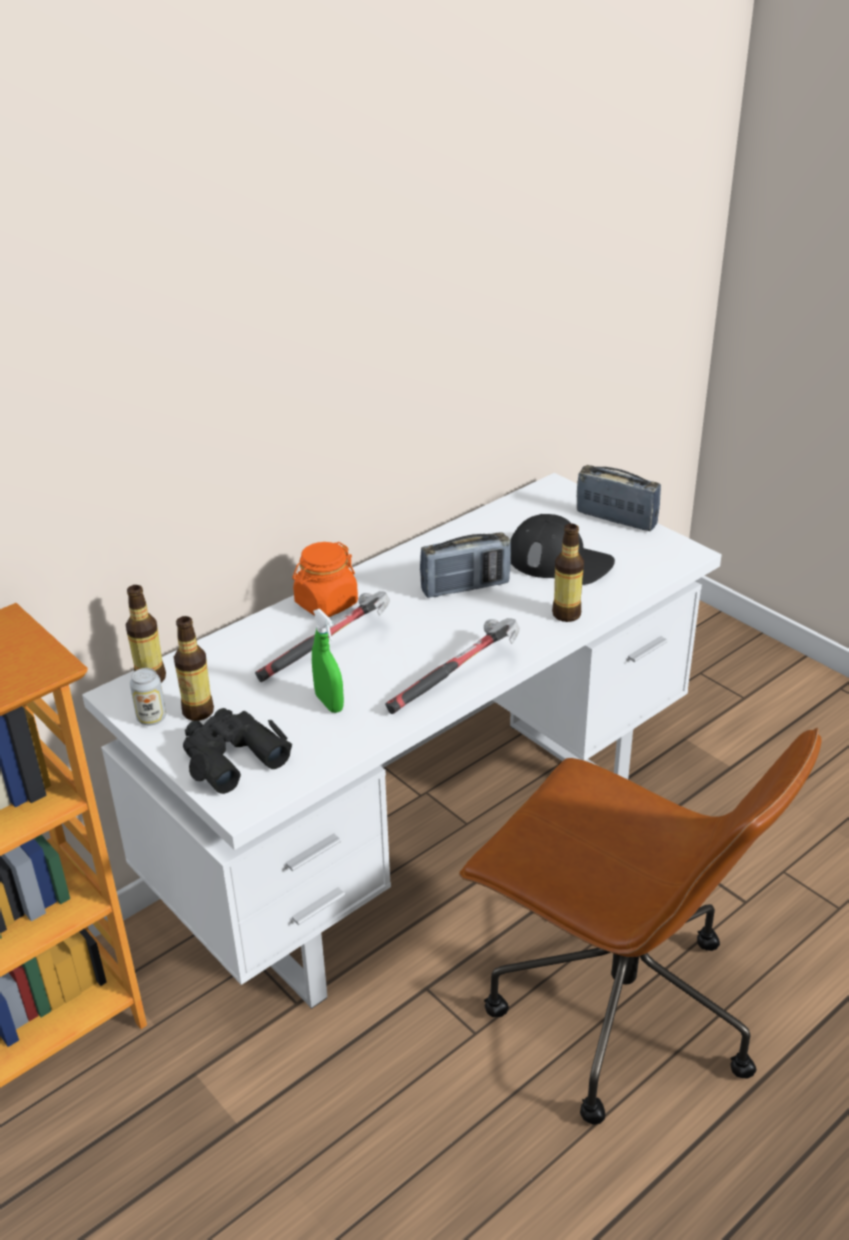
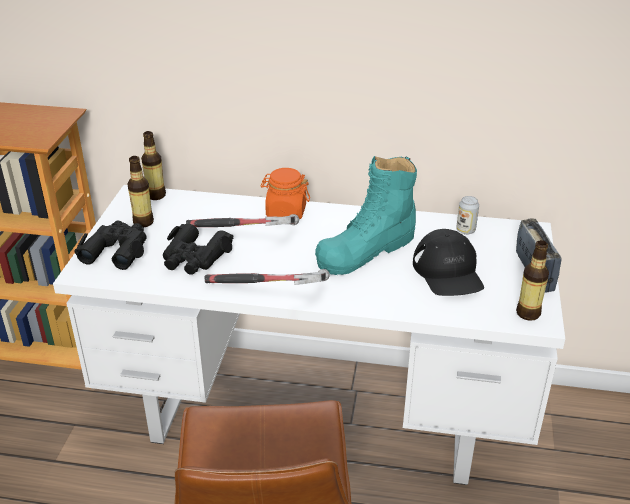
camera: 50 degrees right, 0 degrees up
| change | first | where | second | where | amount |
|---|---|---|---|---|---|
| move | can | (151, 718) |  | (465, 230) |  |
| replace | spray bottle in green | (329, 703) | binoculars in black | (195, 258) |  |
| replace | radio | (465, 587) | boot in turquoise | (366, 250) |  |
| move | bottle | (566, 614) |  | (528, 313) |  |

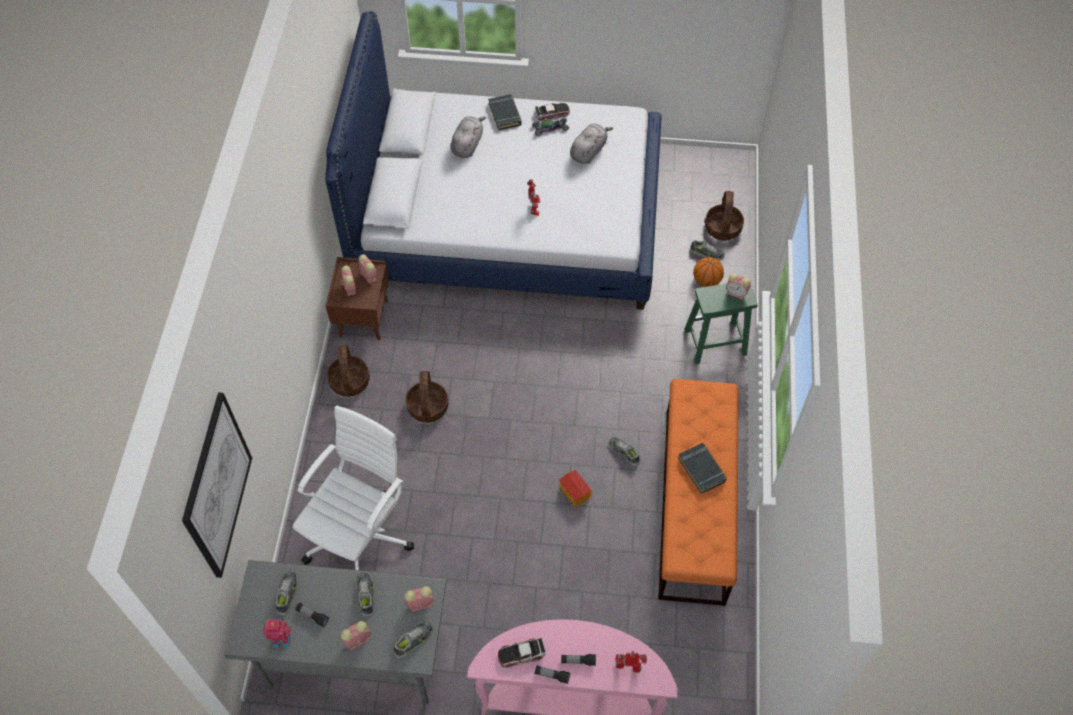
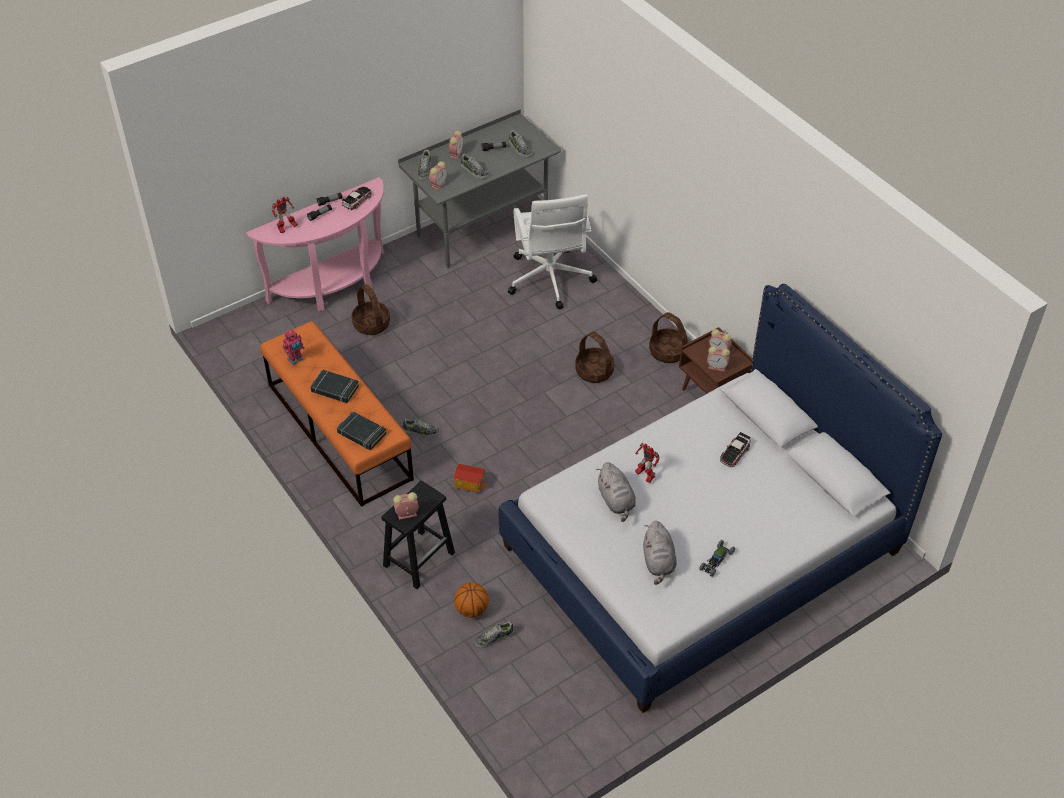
camera: 140 degrees right, 10 degrees down
| change | first | where | second | where | amount |
|---|---|---|---|---|---|
| delete | picture | (217, 486) |  |  |  |
| move | toy robot | (282, 639) |  | (295, 360) |  |
| move | plush toy in grey | (467, 144) |  | (616, 501) |  |
| move | book in black | (505, 114) |  | (361, 433) |  |
| move | toy car | (552, 113) |  | (735, 453) |  |
| move | toy house | (574, 493) |  | (469, 484) |  |
| recolor | stool in green | (714, 343) | stool in black | (419, 558) |  |
| move | basket | (723, 228) |  | (371, 324) |  |

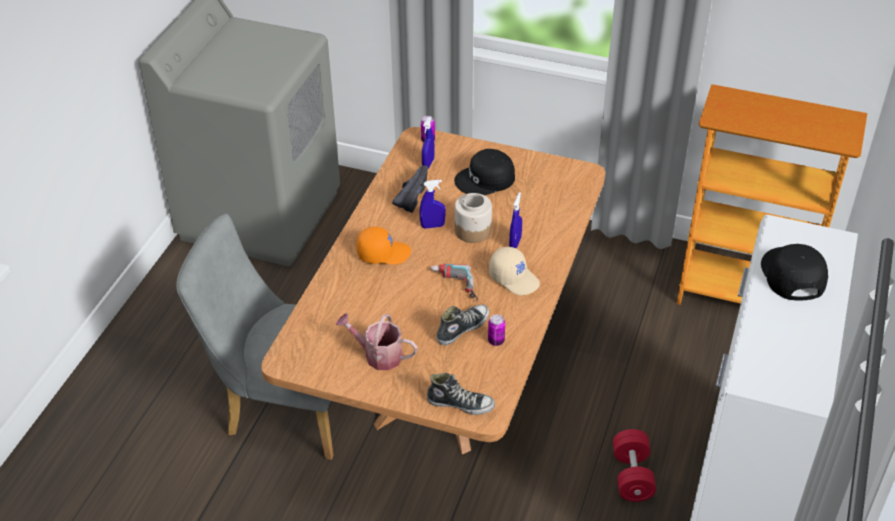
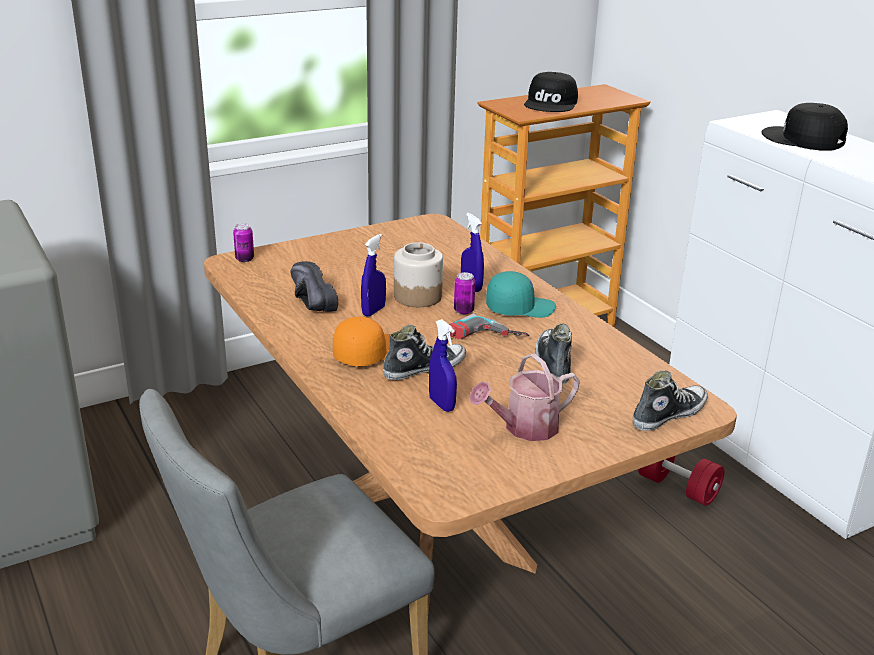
camera: 50 degrees left, 15 degrees down
| change | first | where | second | where | amount |
|---|---|---|---|---|---|
| move | spray bottle in blue | (428, 163) |  | (442, 404) |  |
| move | cap in black | (485, 179) |  | (551, 103) |  |
| move | can | (496, 341) |  | (463, 311) |  |
| recolor | cap in beige | (514, 278) | cap in turquoise | (519, 308) |  |
| insert |  |  | shoe | (424, 368) |  |

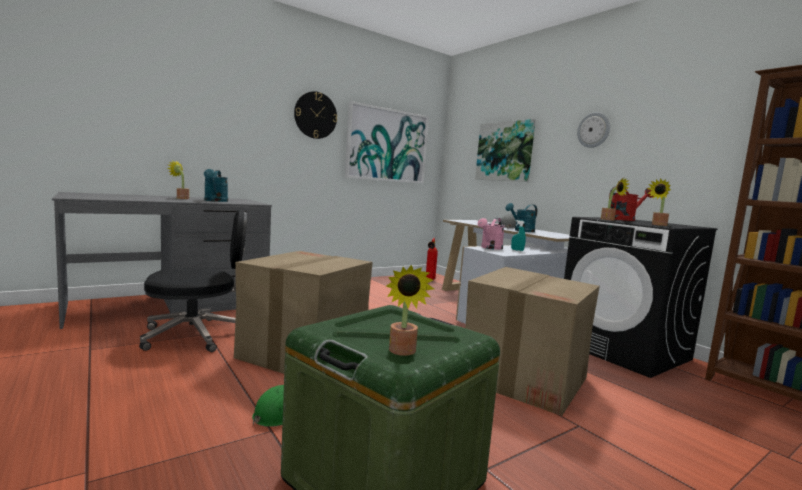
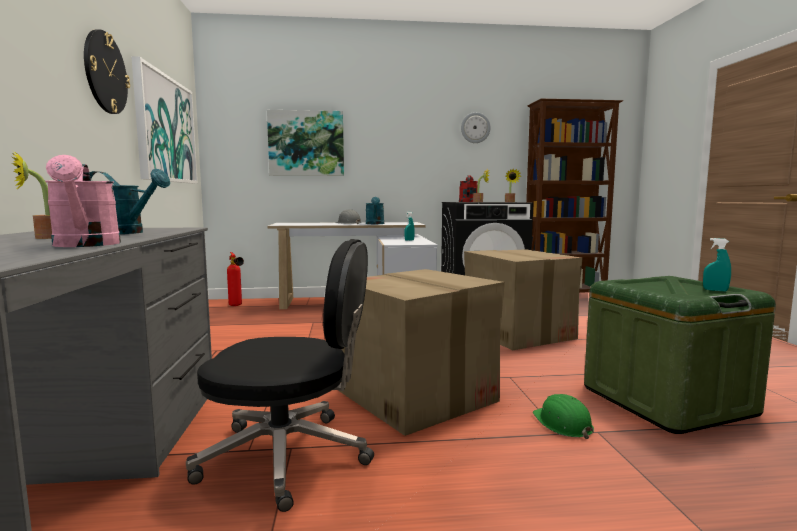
camera: 60 degrees left, 0 degrees up
| change | first | where | second | where | amount |
|---|---|---|---|---|---|
| rotate | office chair in black | (197, 335) |  | (289, 457) | 90 degrees clockwise |
| replace | potted plant | (402, 352) | spray bottle in turquoise | (715, 290) |  |
| move | watering can in pink | (490, 248) |  | (86, 245) |  |
| move | wall clock | (594, 130) |  | (475, 127) |  |

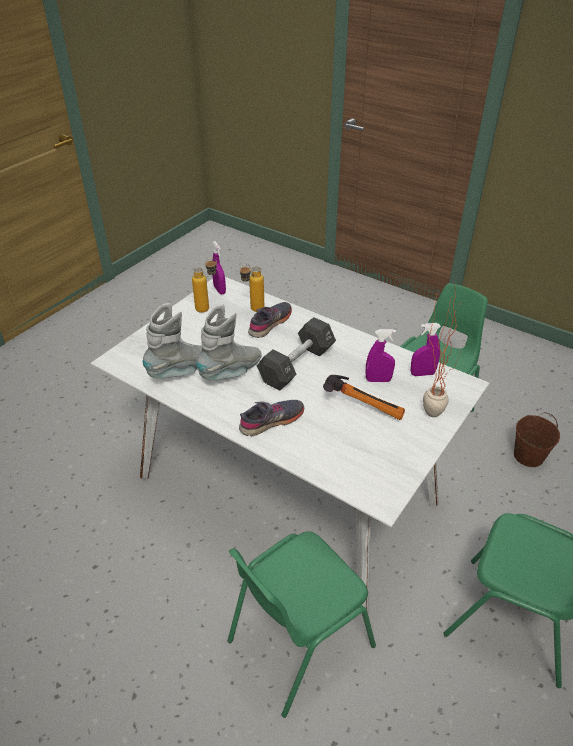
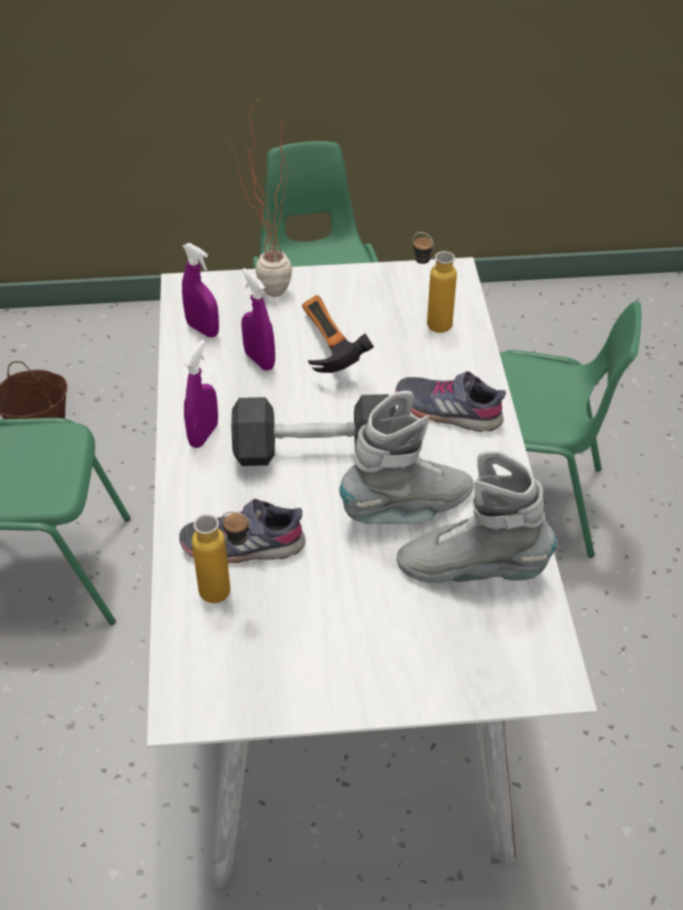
camera: 130 degrees left, 5 degrees up
| change | first | where | second | where | amount |
|---|---|---|---|---|---|
| move | bottle | (208, 308) |  | (429, 322) |  |
| rotate | boot in grey | (232, 372) |  | (408, 510) | 150 degrees clockwise |
| move | spray bottle in purple | (219, 290) |  | (203, 435) |  |

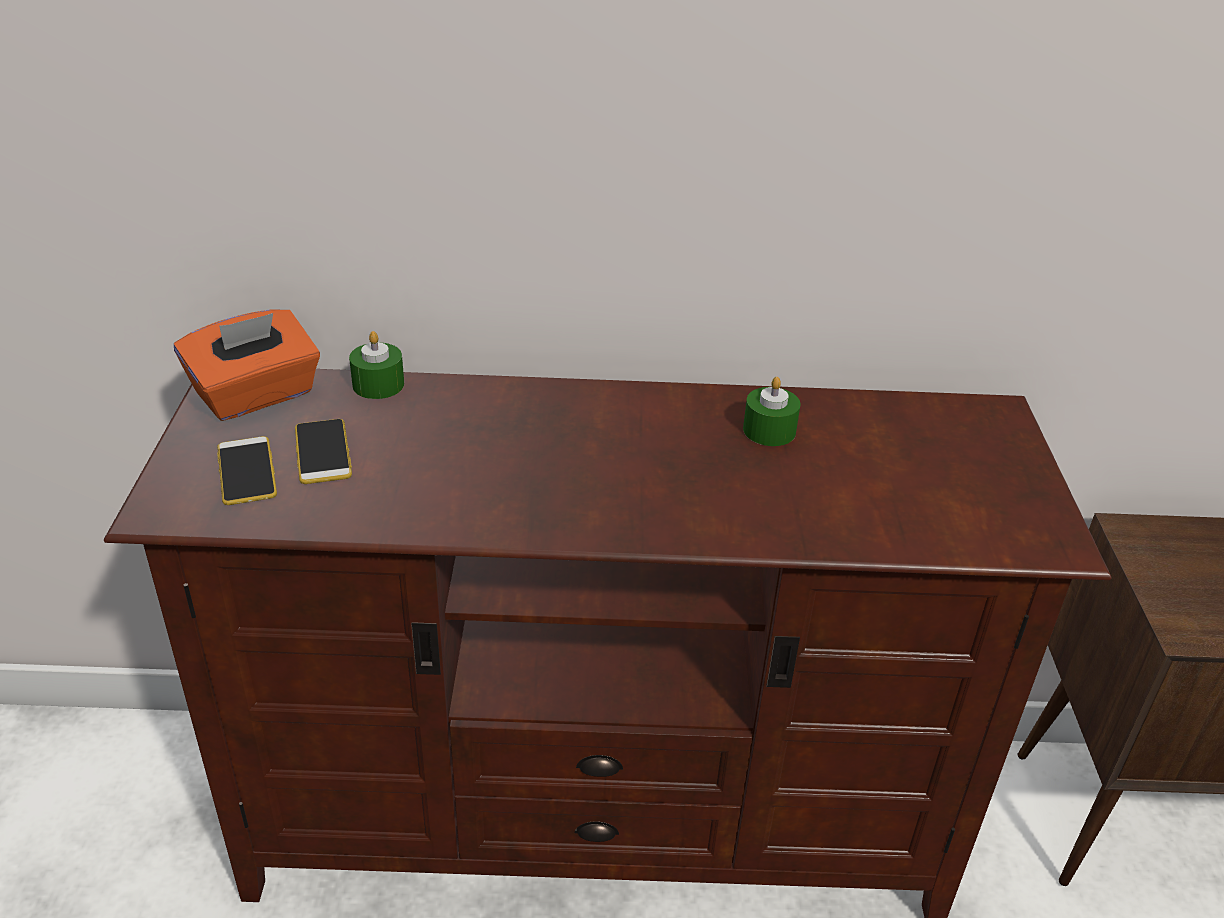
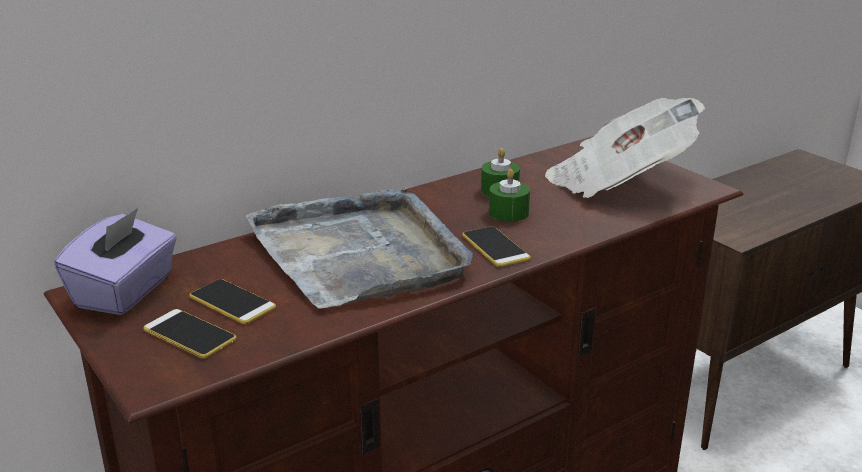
camera: 35 degrees left, 10 degrees down
| change | first | where | second | where | amount |
|---|---|---|---|---|---|
| recolor | tissue box in orange | (256, 395) | tissue box in purple | (126, 291) |  |
| move | candle in green | (378, 384) |  | (508, 213) |  |
| insert |  |  | tray in grey | (360, 253) |  |
| insert |  |  | phone | (495, 247) |  |
| insert |  |  | newspaper | (618, 182) |  |

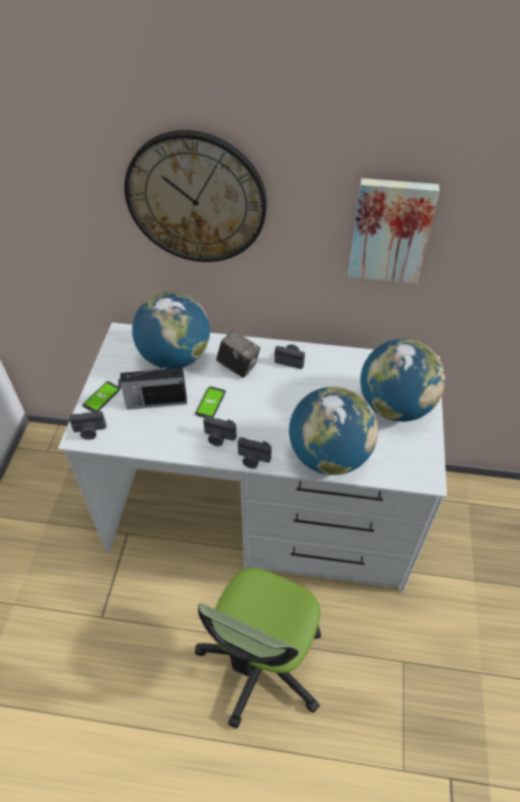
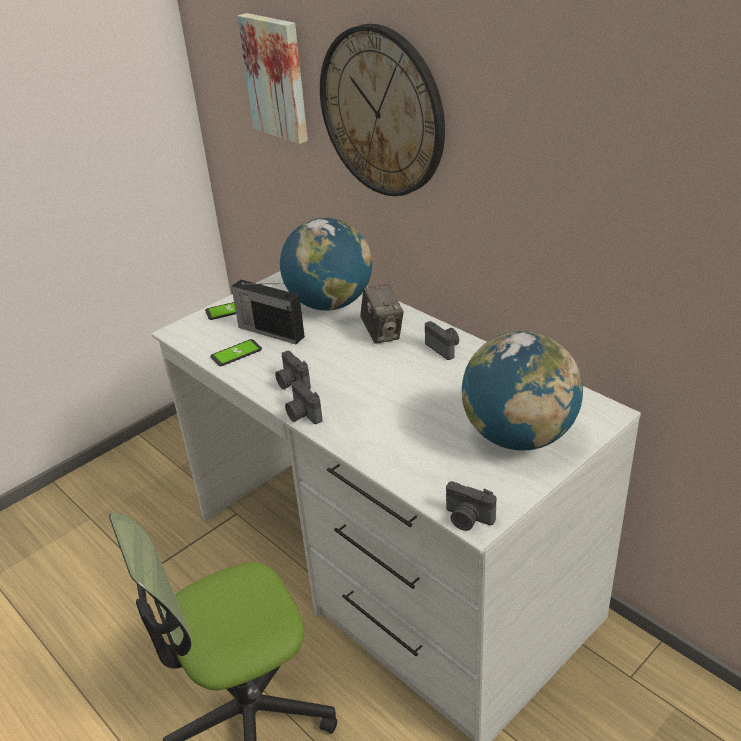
camera: 40 degrees right, 15 degrees down
| change | first | where | second | where | amount |
|---|---|---|---|---|---|
| move | photo camera | (89, 431) |  | (467, 519) |  |
| move | phone | (210, 403) |  | (236, 353) |  |
| delete | globe | (329, 455) |  |  |  |
| move | picture | (390, 230) |  | (277, 77) |  |

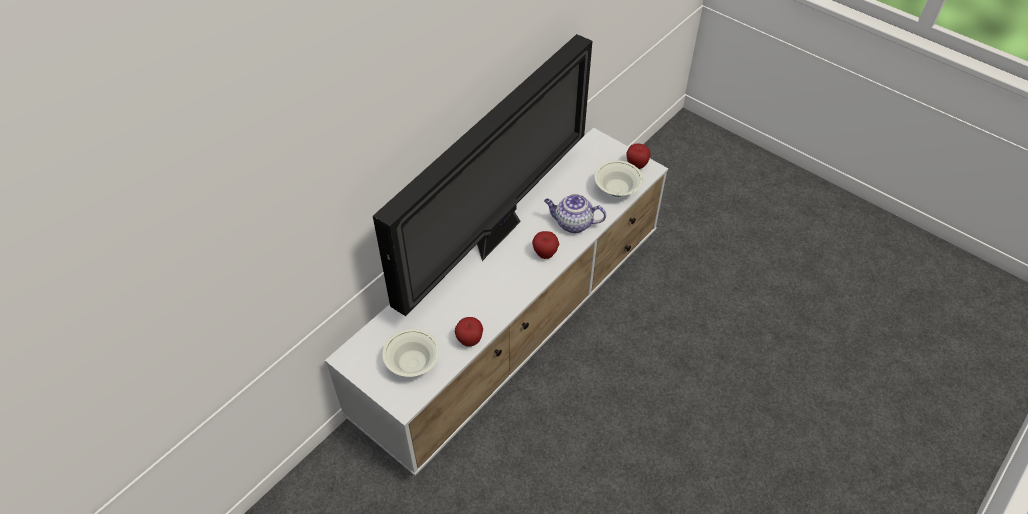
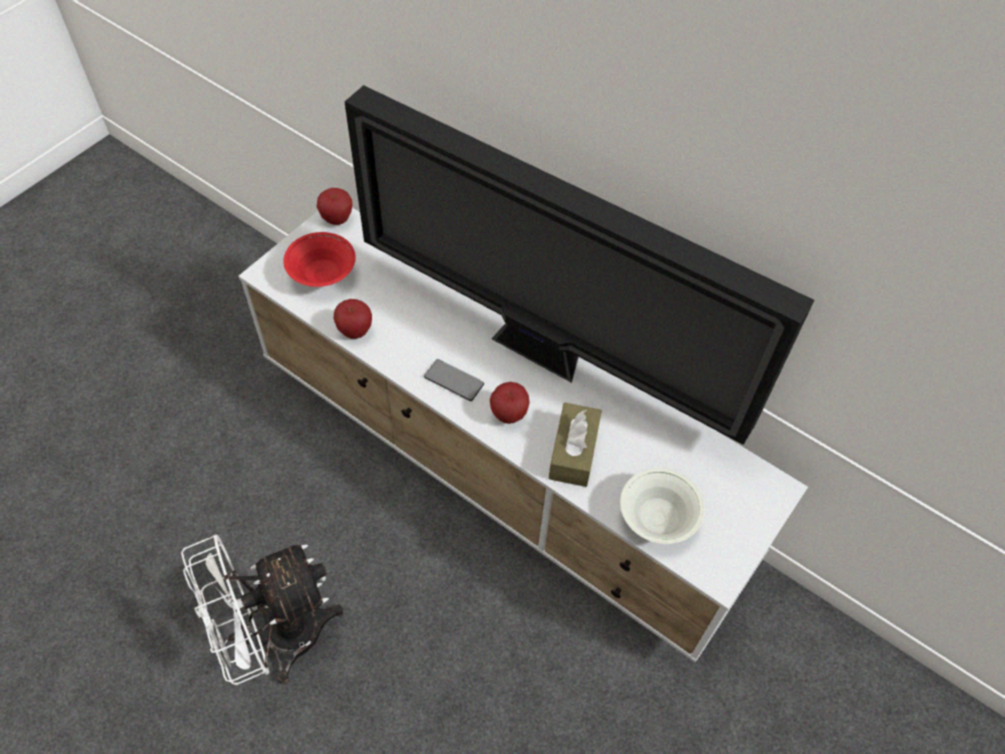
camera: 85 degrees right, 5 degrees up
| change | first | where | second | where | amount |
|---|---|---|---|---|---|
| recolor | bowl in white | (413, 364) | bowl in red | (322, 276) |  |
| replace | teapot | (572, 223) | tissue box in brown | (573, 452) |  |
| move | apple | (636, 165) |  | (337, 219) |  |
| insert |  |  | fan in white | (276, 638) |  |
| insert |  |  | phone | (454, 381) |  |

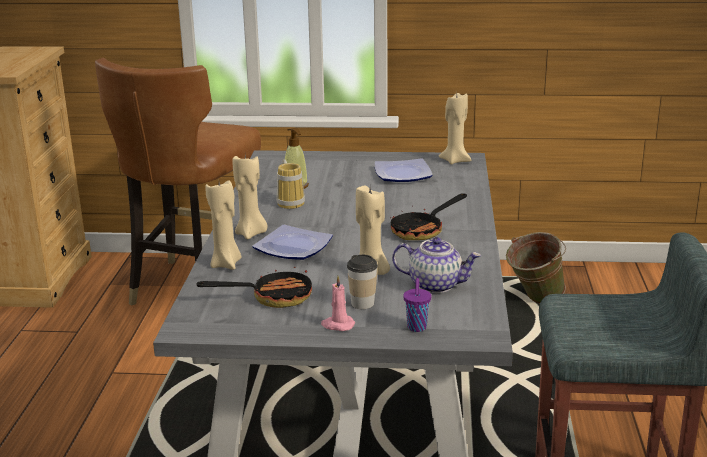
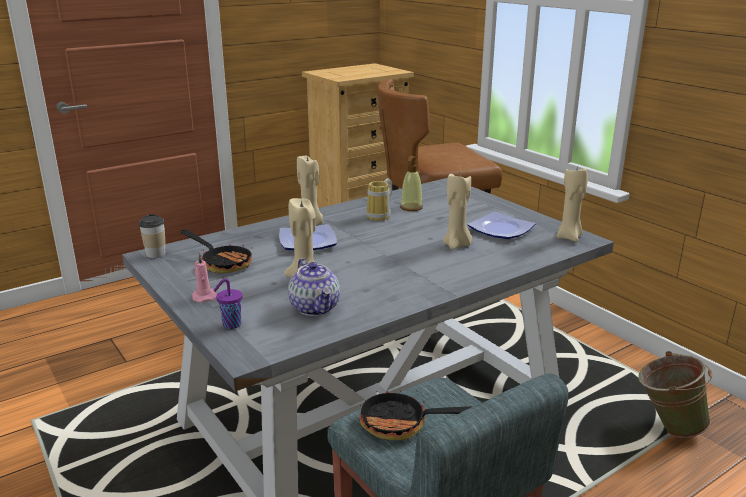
camera: 50 degrees right, 0 degrees up
| change | first | where | second | where | amount |
|---|---|---|---|---|---|
| move | candle in beige | (226, 264) |  | (457, 245) |  |
| move | cup | (362, 303) |  | (156, 254) |  |
| move | frying pan | (422, 230) |  | (404, 425) |  |

